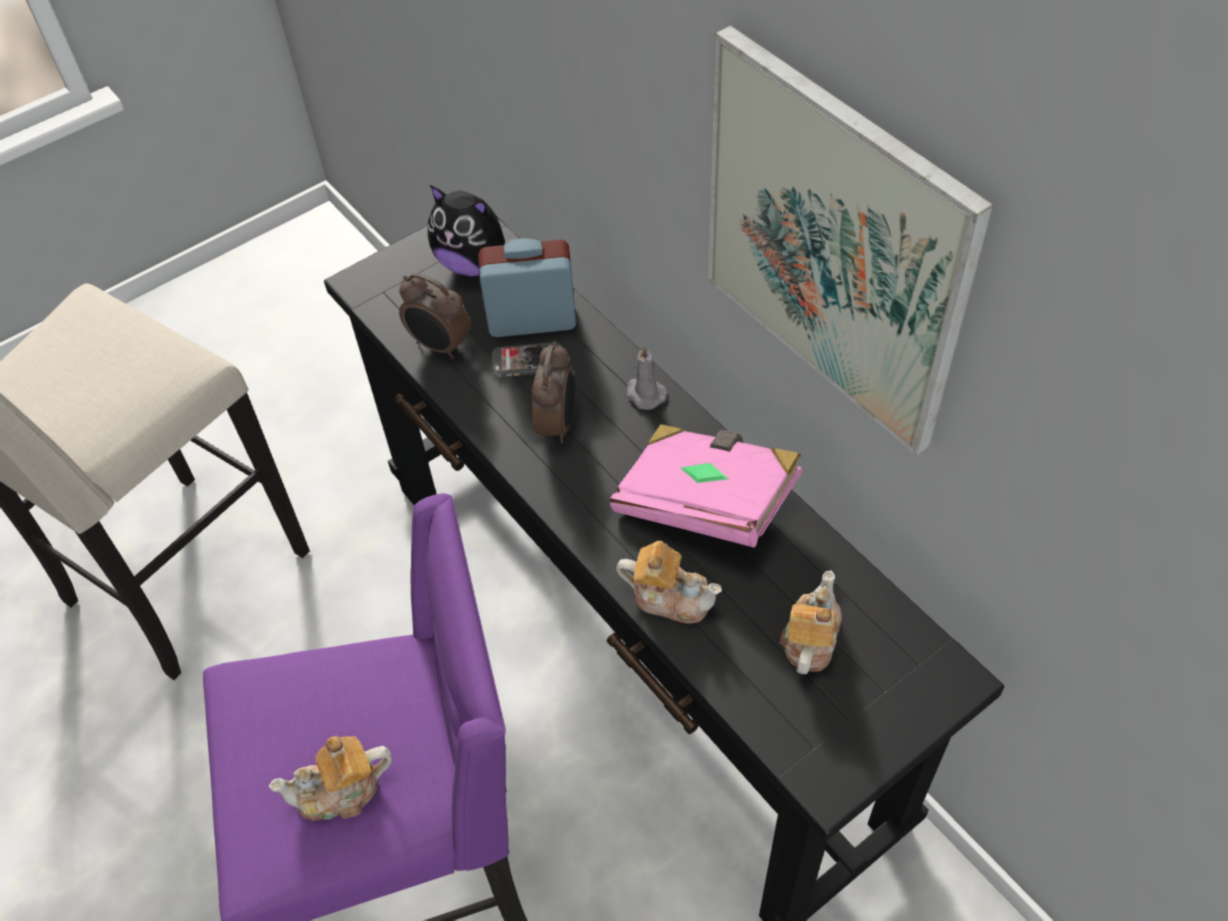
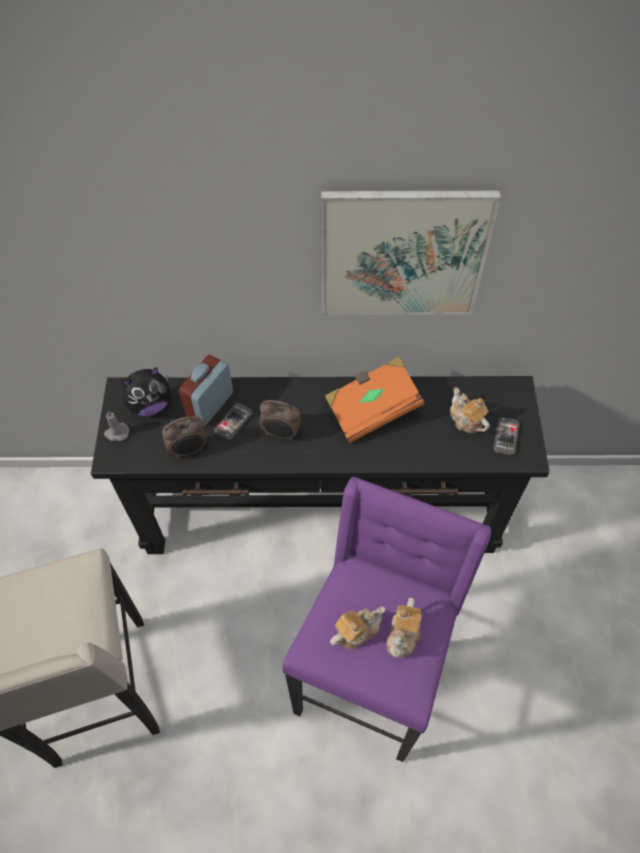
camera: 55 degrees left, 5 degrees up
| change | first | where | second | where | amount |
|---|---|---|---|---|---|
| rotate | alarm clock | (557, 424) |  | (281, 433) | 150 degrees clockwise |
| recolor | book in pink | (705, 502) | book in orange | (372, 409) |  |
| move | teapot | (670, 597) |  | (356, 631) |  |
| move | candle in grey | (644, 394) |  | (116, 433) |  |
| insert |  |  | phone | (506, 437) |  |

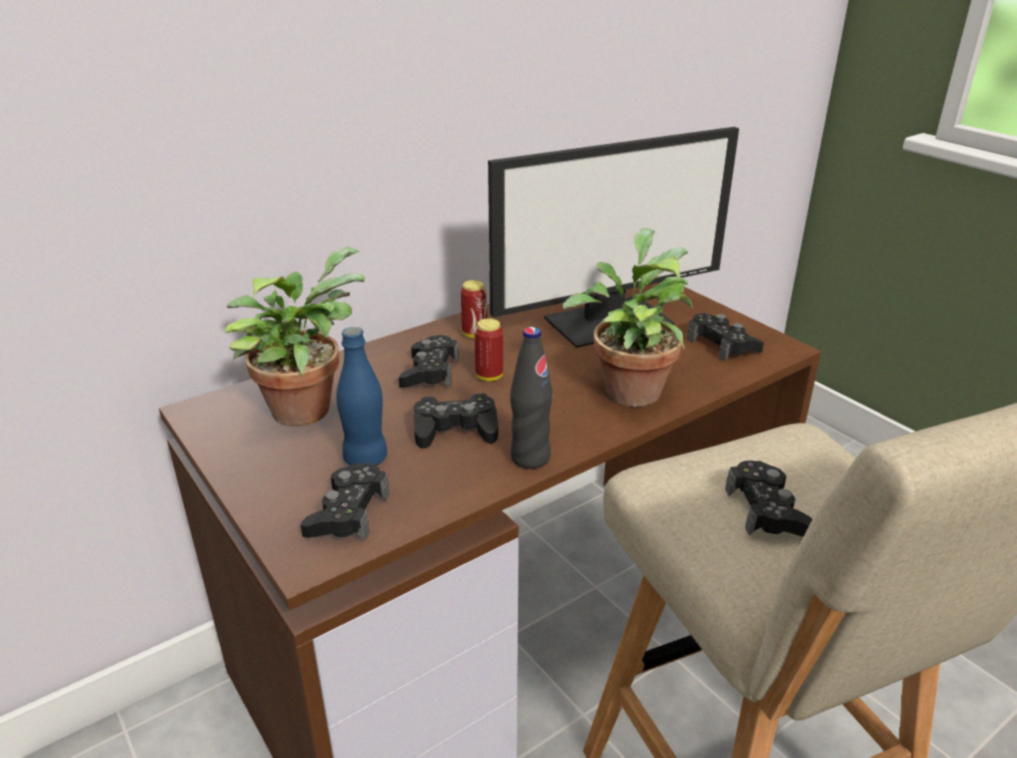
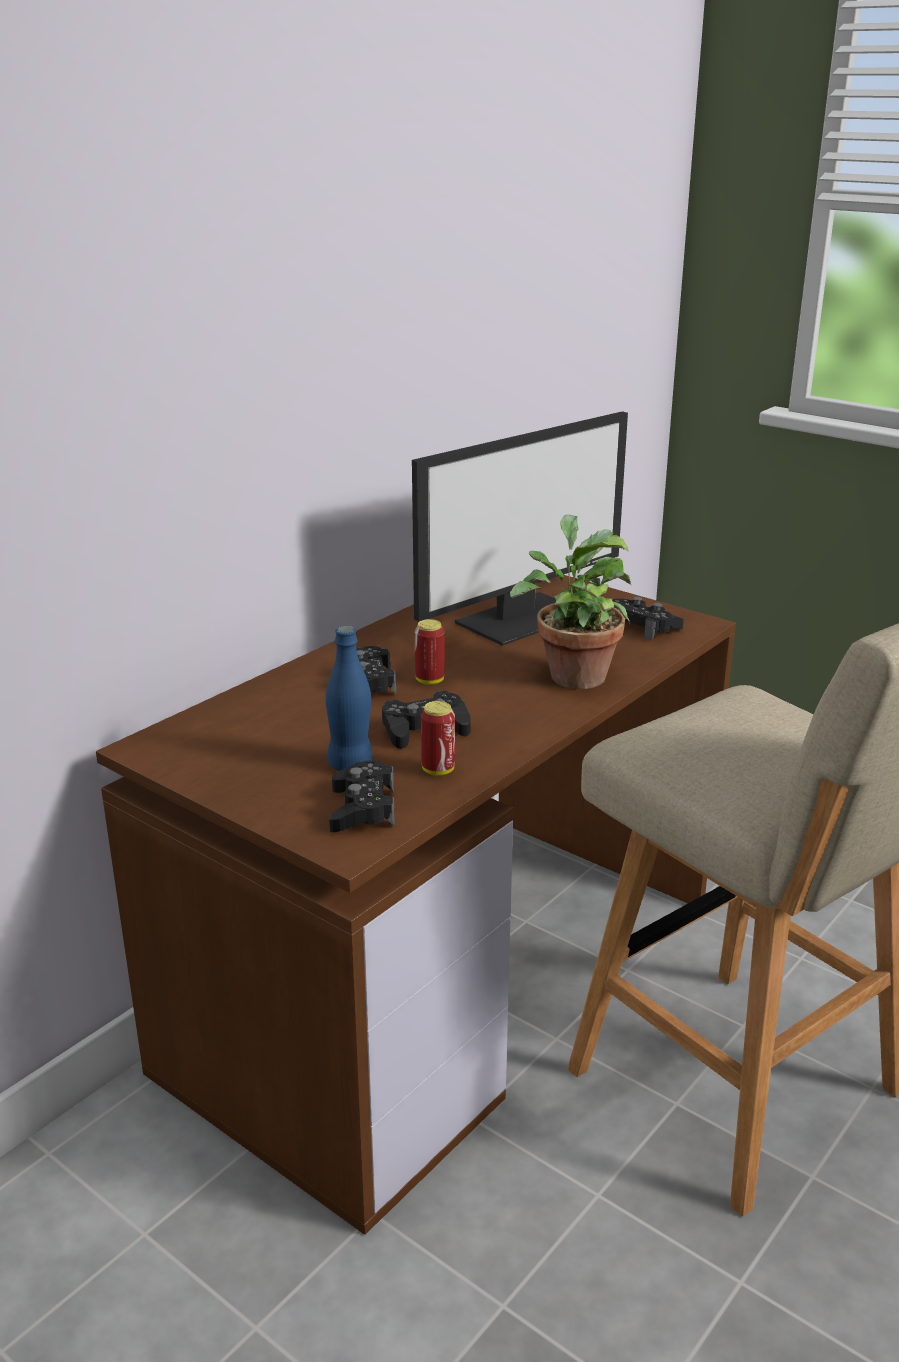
camera: 15 degrees left, 5 degrees down
| change | first | where | second | where | amount |
|---|---|---|---|---|---|
| delete | potted plant | (305, 406) |  |  |  |
| move | can | (474, 334) |  | (438, 770) |  |
| delete | bottle in black | (530, 458) |  |  |  |
| delete | game controller in black | (767, 511) |  |  |  |

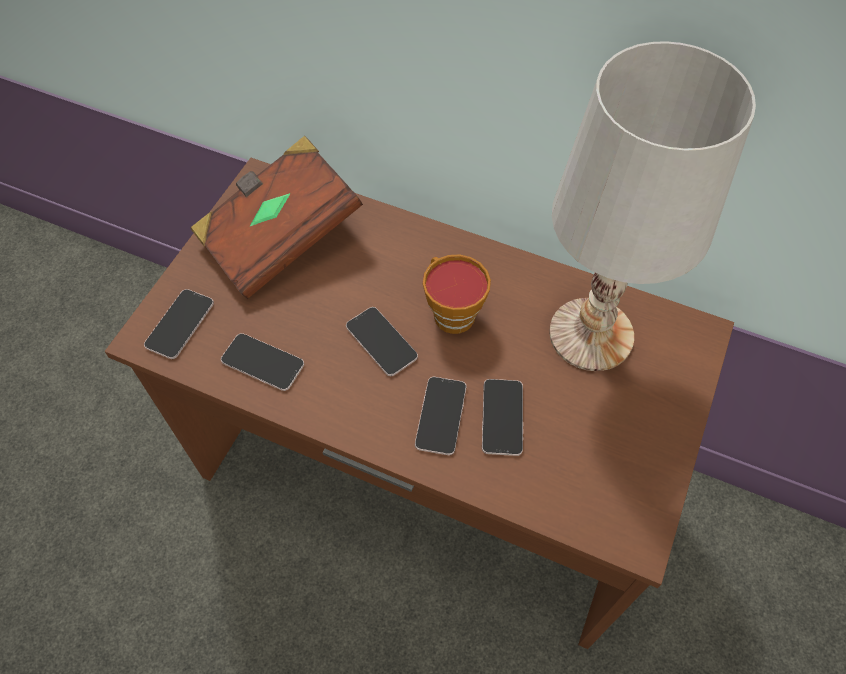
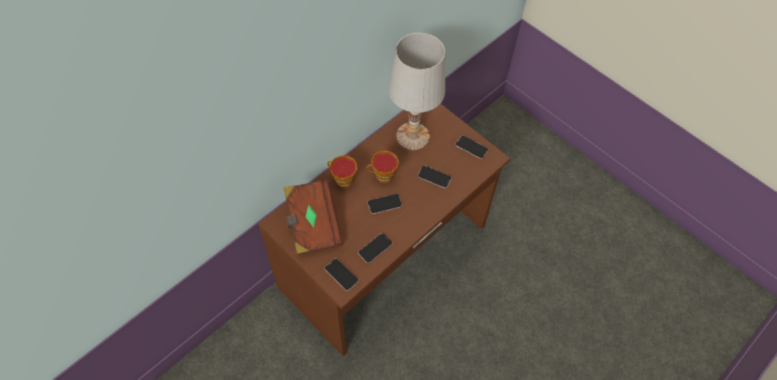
camera: 70 degrees left, 0 degrees up
| change | first | where | second | where | amount |
|---|---|---|---|---|---|
| move | phone | (441, 416) |  | (471, 147) |  |
| insert |  |  | cup | (342, 179) |  |

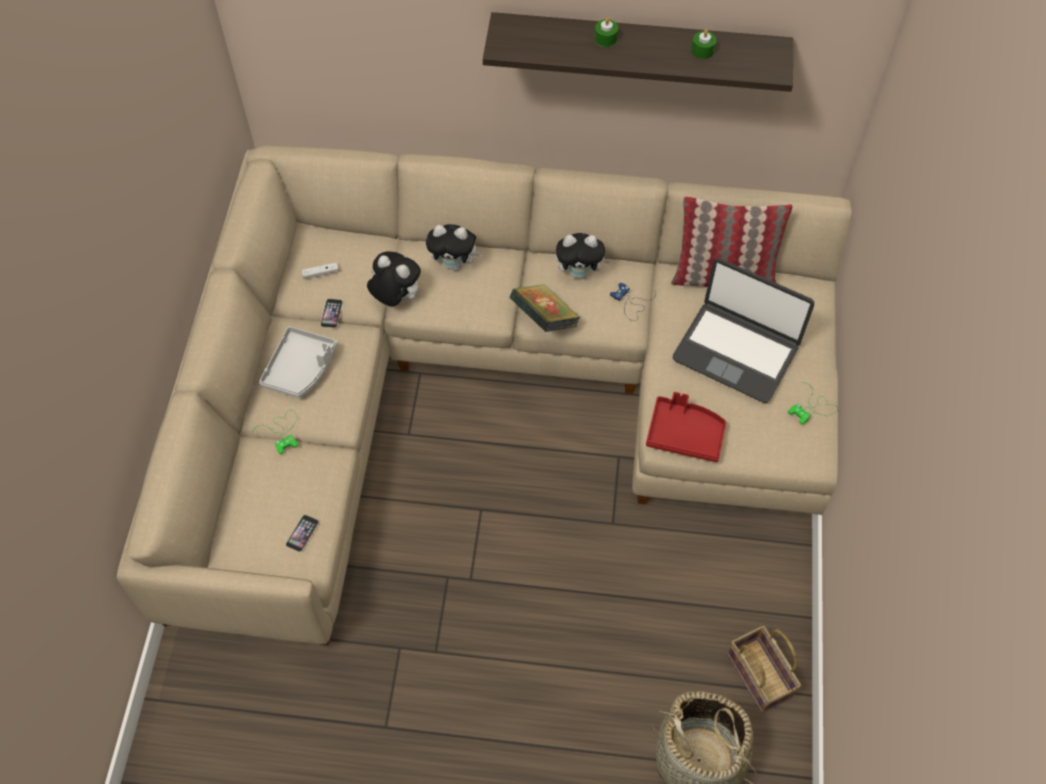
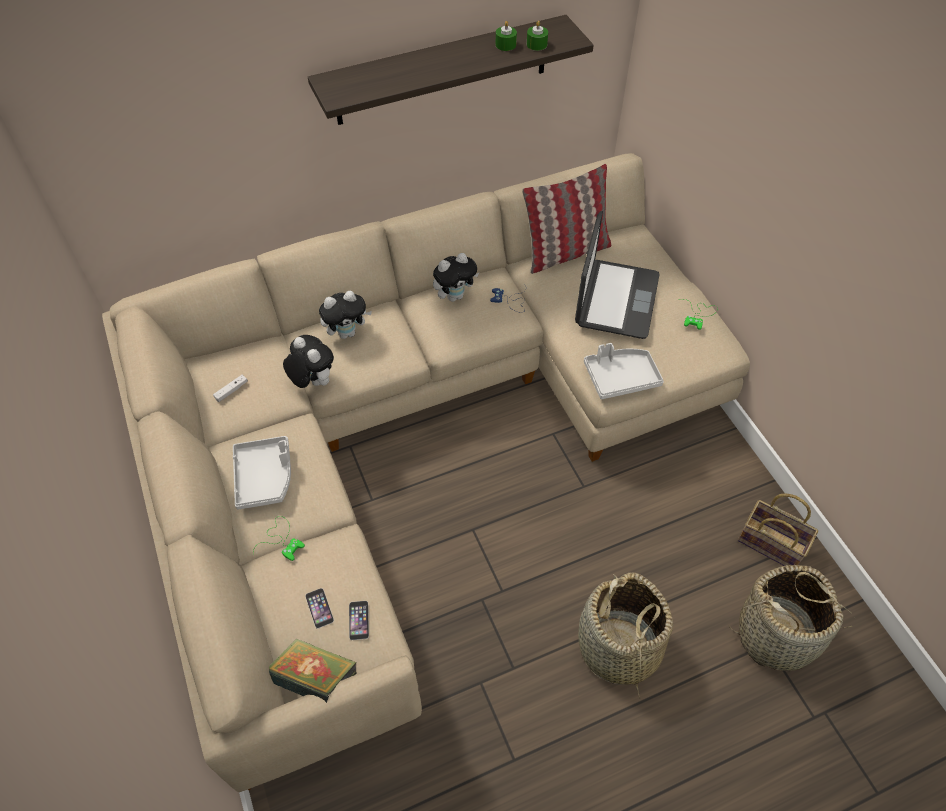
camera: 30 degrees left, 5 degrees down
| change | first | where | second | where | amount |
|---|---|---|---|---|---|
| move | phone | (331, 313) |  | (319, 608) |  |
| rotate | plush toy | (396, 298) |  | (312, 382) | 45 degrees clockwise |
| move | book | (544, 319) |  | (315, 679) |  |
| move | candle in green | (605, 38) |  | (536, 44) |  |
| recolor | tray in red | (685, 434) | tray in grey | (620, 377) |  |
| rotate | laptop | (736, 352) |  | (615, 300) | 75 degrees counterclockwise |
| insert |  |  | basket | (618, 648) |  |

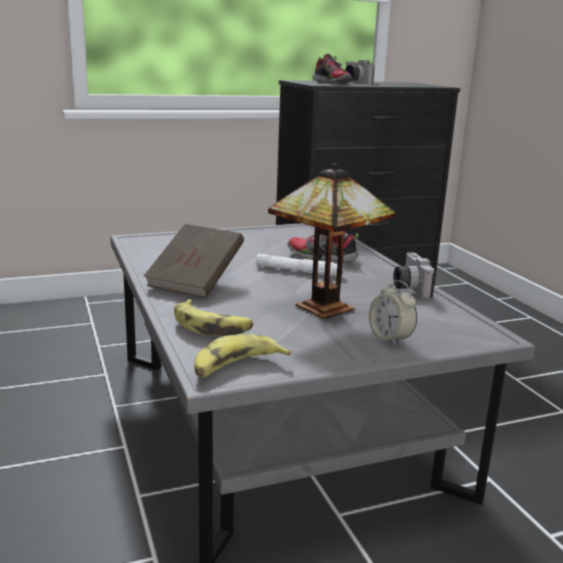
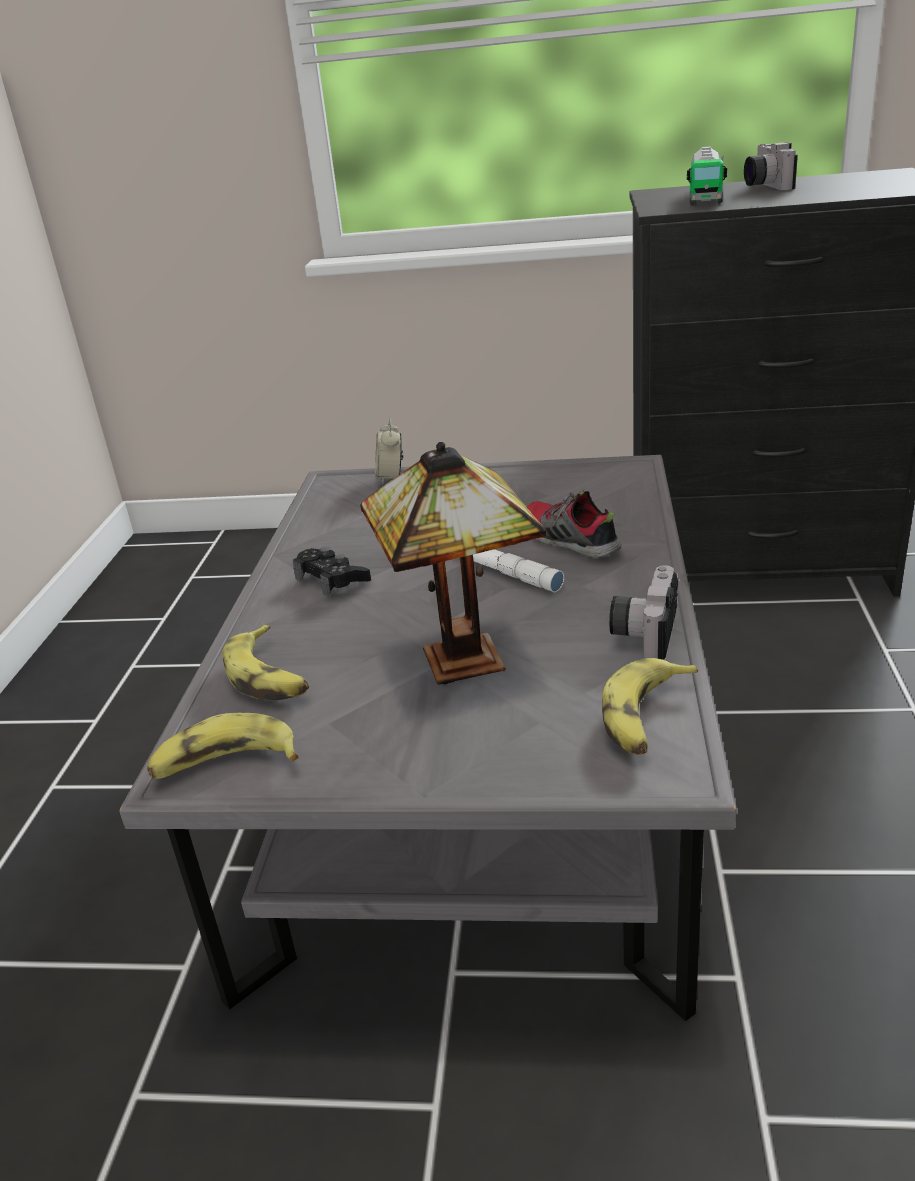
camera: 30 degrees right, 10 degrees up
| change | first | where | second | where | amount |
|---|---|---|---|---|---|
| replace | book in brown | (196, 281) | game controller in black | (332, 579) |  |
| replace | shoe | (332, 83) | toy truck | (705, 197) |  |
| move | alarm clock | (390, 338) |  | (391, 478) |  |
| insert |  |  | banana | (645, 717) |  |

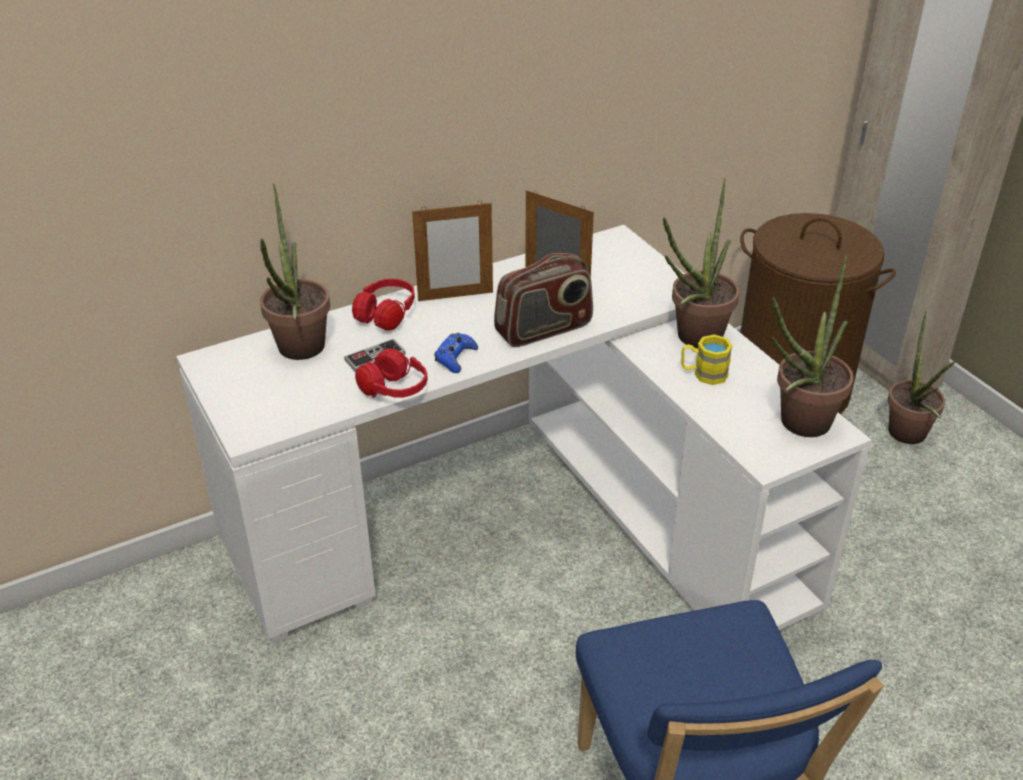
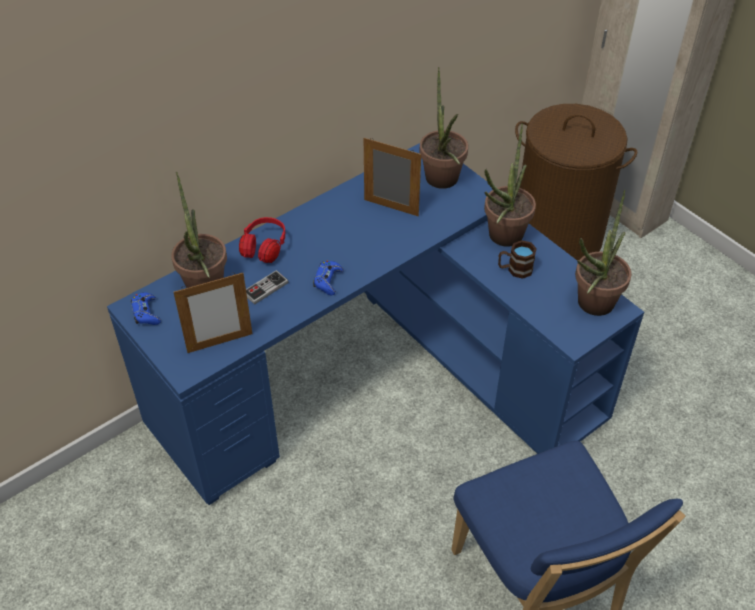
camera: 10 degrees left, 10 degrees up
| change | first | where | second | where | amount |
|---|---|---|---|---|---|
| recolor | desk in white | (526, 523) | desk in blue | (378, 378) |  |
| delete | headphones in red | (393, 392) |  |  |  |
| move | picture frame | (455, 296) |  | (220, 343) |  |
| delete | radio | (544, 330) |  |  |  |
| recolor | mug in yellow | (703, 374) | mug in brown | (515, 269) |  |
| move | potted plant | (908, 438) |  | (442, 183) |  |
| insert |  |  | game controller in blue | (146, 313) |  |

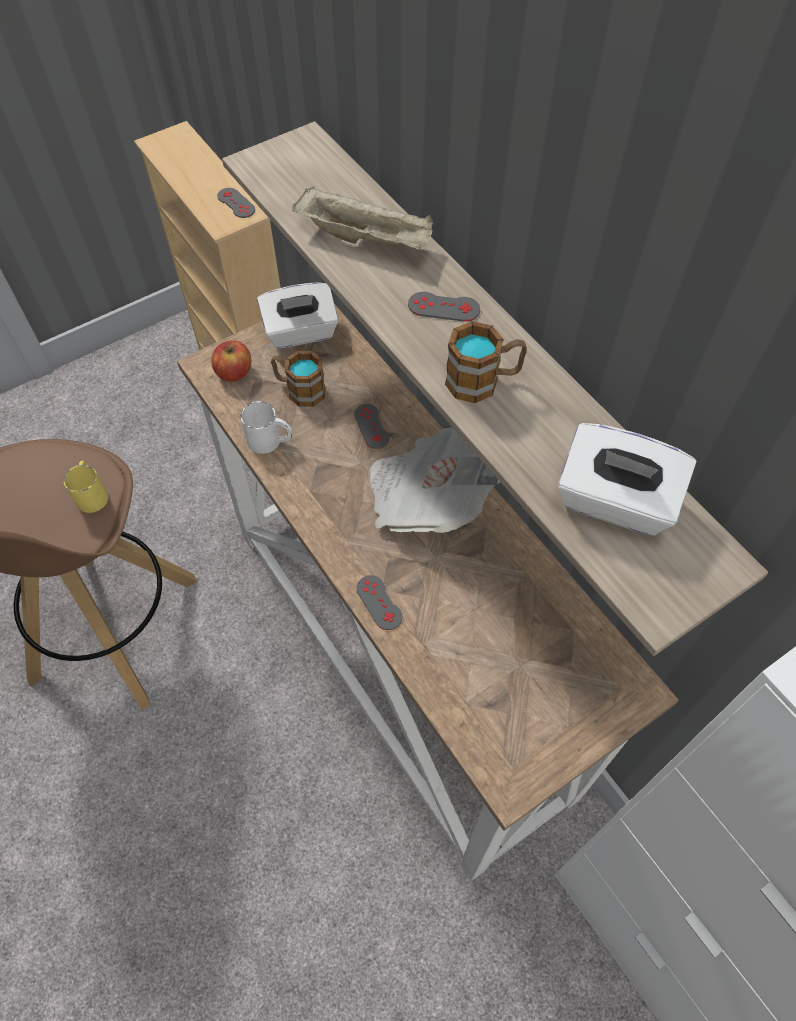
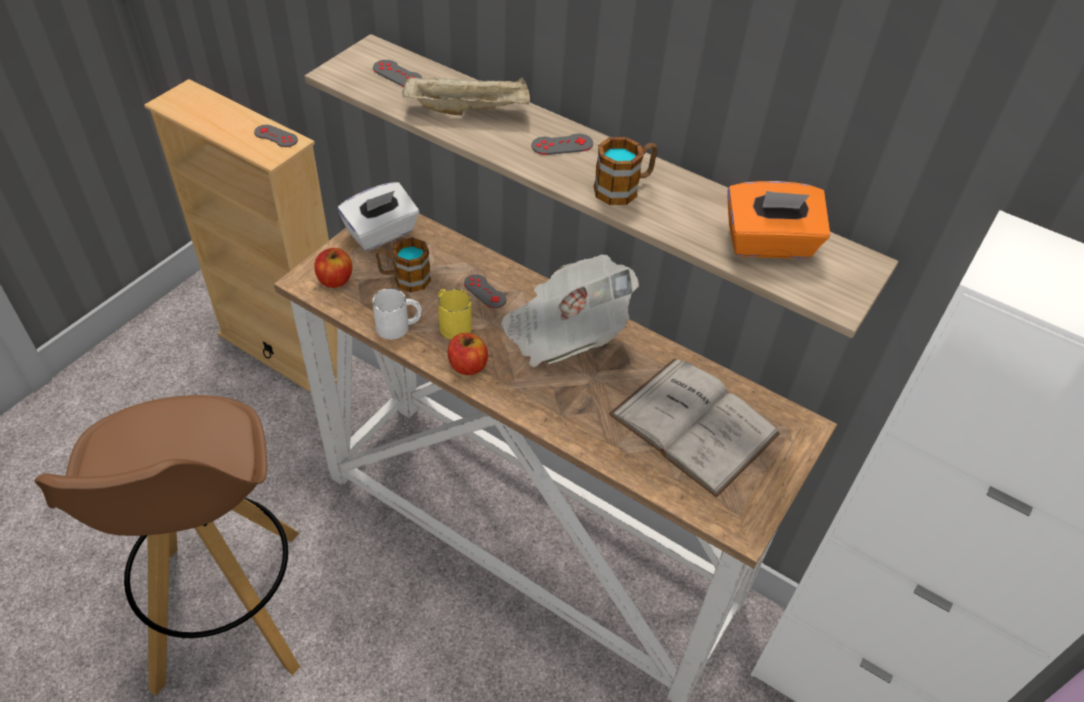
camera: 25 degrees left, 10 degrees down
| change | first | where | second | where | amount |
|---|---|---|---|---|---|
| move | mug in yellow | (92, 493) |  | (452, 323) |  |
| move | game controller in grey | (379, 602) |  | (397, 74) |  |
| recolor | tissue box in white | (614, 502) | tissue box in orange | (769, 244) |  |
| insert |  |  | apple | (467, 365) |  |
| insert |  |  | book in white | (694, 424) |  |

